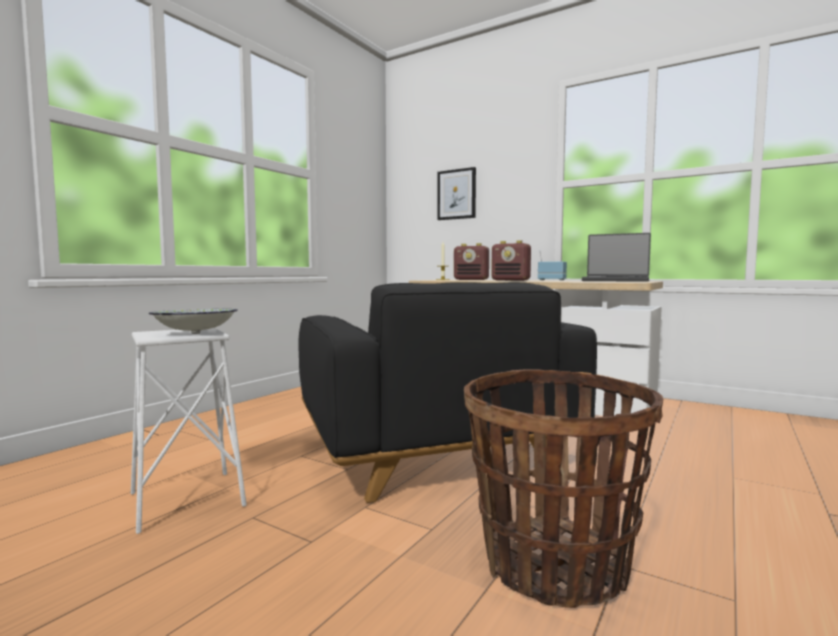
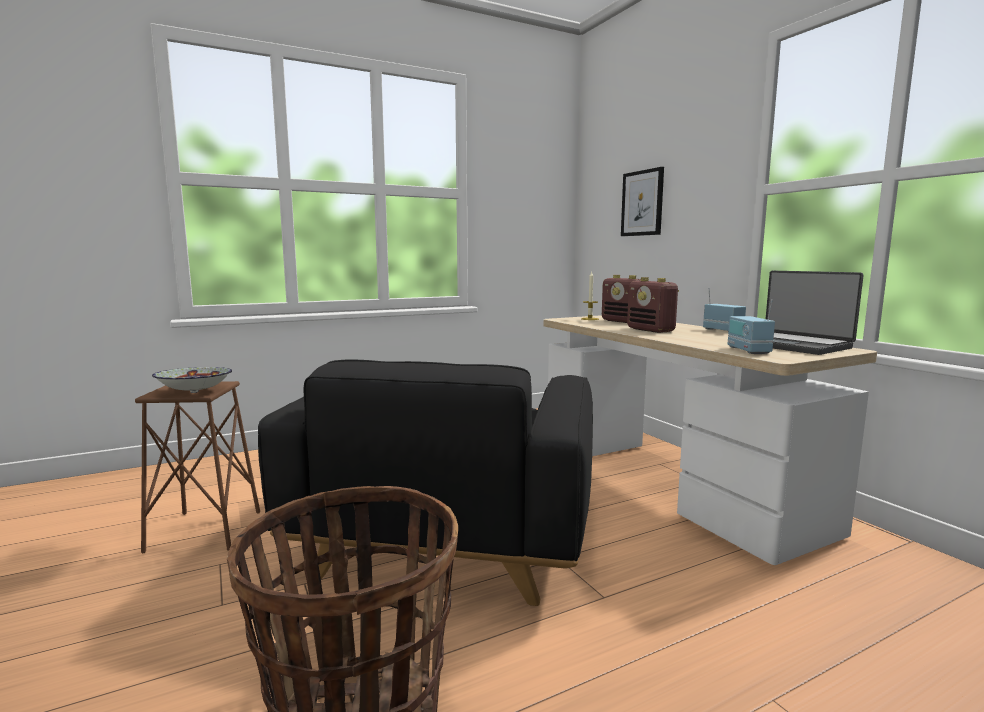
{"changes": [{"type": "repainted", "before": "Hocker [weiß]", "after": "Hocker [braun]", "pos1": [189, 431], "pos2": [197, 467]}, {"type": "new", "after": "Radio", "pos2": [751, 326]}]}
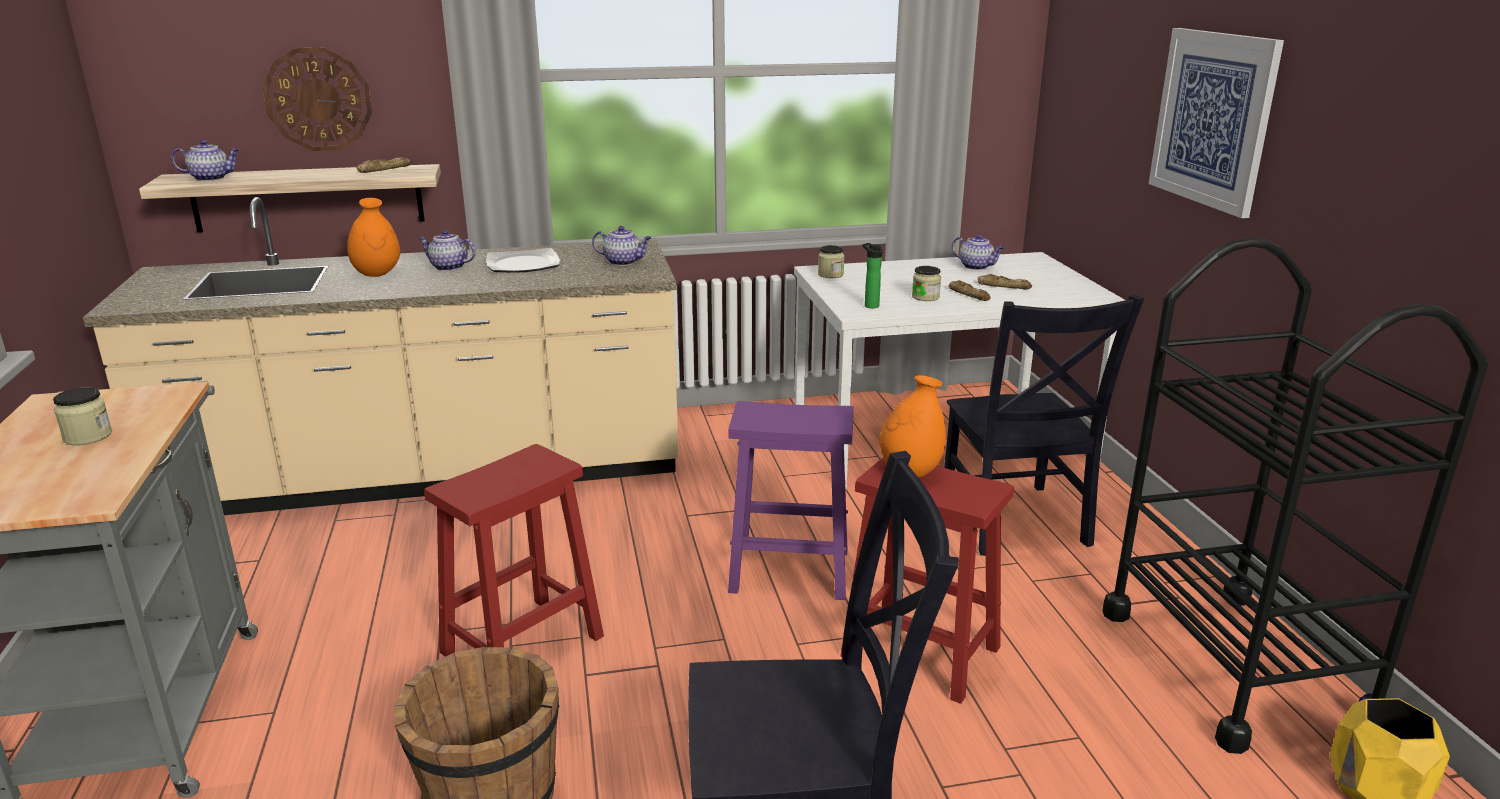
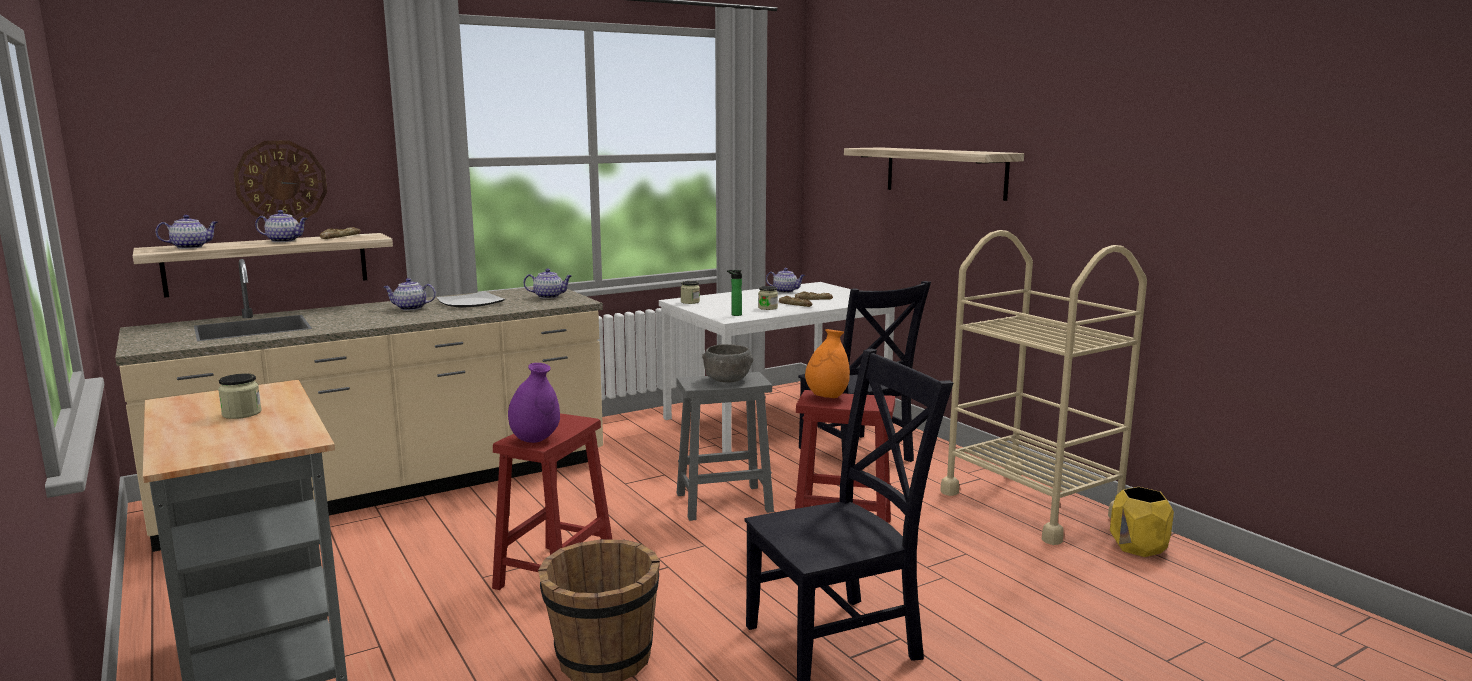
{"changes": [{"type": "swapped", "before": "Bild", "after": "Wandregal", "pos1": [1216, 123], "pos2": [934, 174]}, {"type": "gone", "before": "Vase [orange]", "pos1": [373, 237]}, {"type": "repainted", "before": "Rollwagen [schwarz]", "after": "Rollwagen [beige]", "pos1": [1295, 496], "pos2": [1043, 387]}, {"type": "repainted", "before": "Hocker [lila]", "after": "Hocker [grau]", "pos1": [791, 500], "pos2": [725, 446]}, {"type": "new", "after": "Teekanne", "pos2": [281, 226]}, {"type": "new", "after": "Schüssel [grau]", "pos2": [727, 363]}, {"type": "new", "after": "Vase [lila]", "pos2": [534, 403]}]}
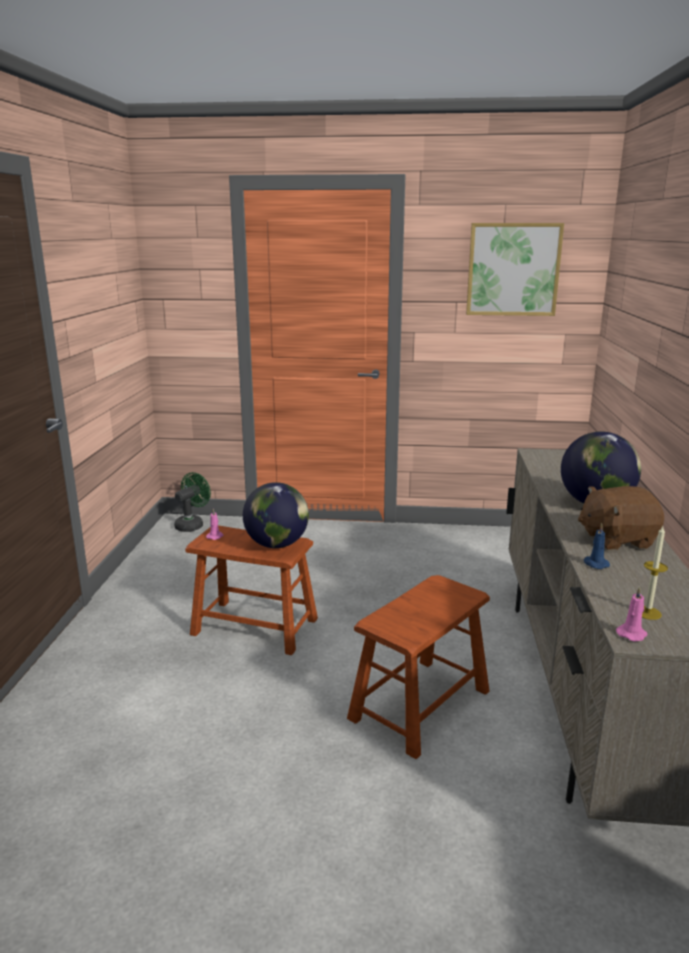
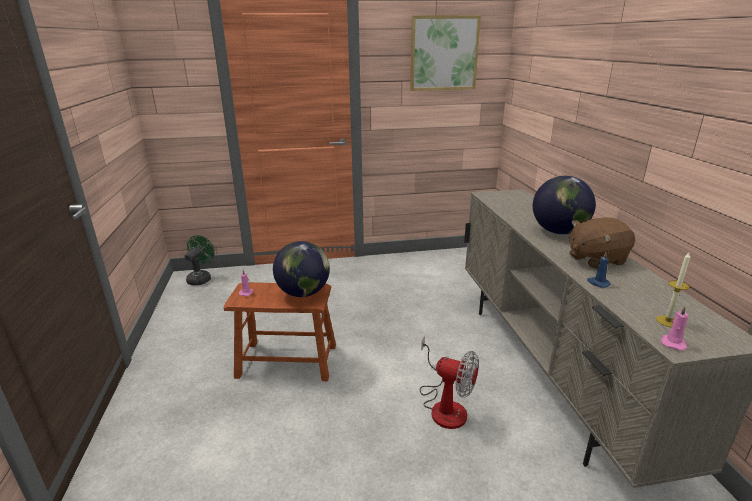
{"changes": [{"type": "swapped", "before": "Hocker [braun]", "after": "Ventilator", "pos1": [418, 667], "pos2": [449, 382]}]}
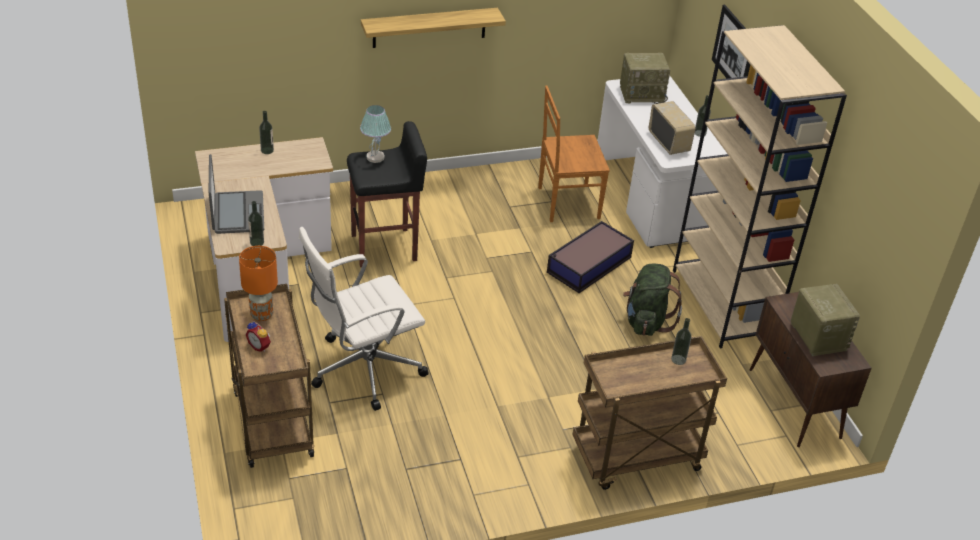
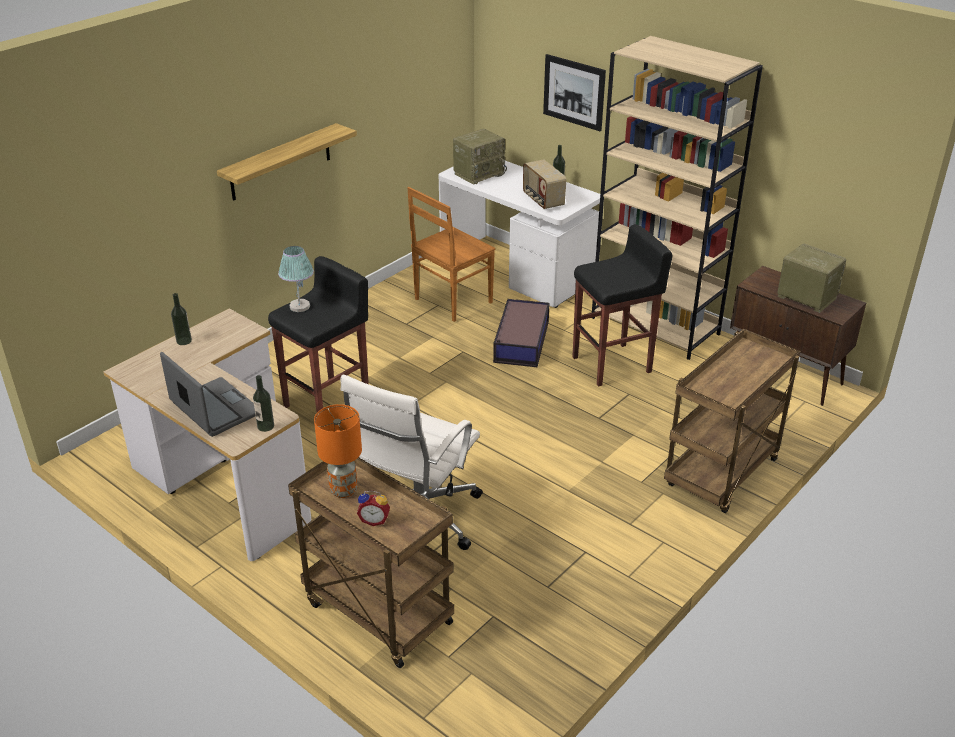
{"changes": [{"type": "rotated", "before": "Radio", "pos1": [672, 128], "pos2": [544, 184], "turn": -150}, {"type": "swapped", "before": "Rucksack [grün]", "after": "Hocker [schwarz]", "pos1": [652, 300], "pos2": [622, 305]}, {"type": "gone", "before": "Flasche", "pos1": [681, 341]}]}
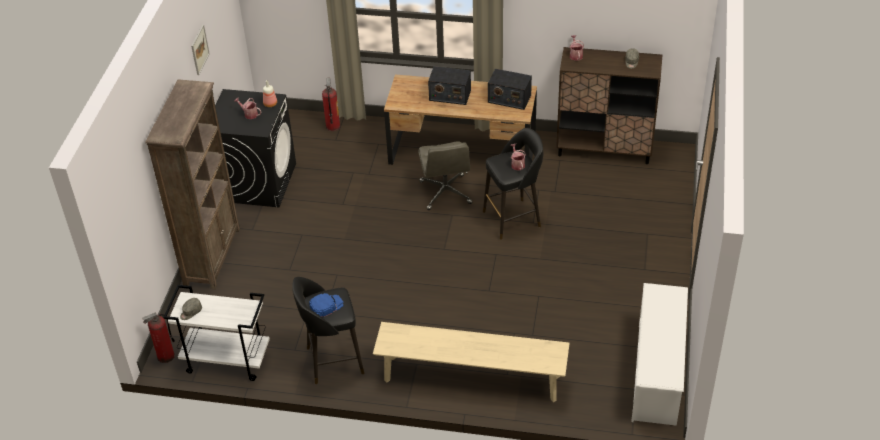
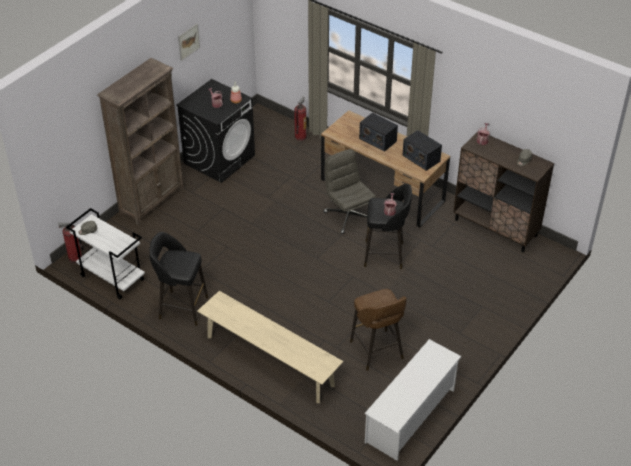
{"changes": [{"type": "rotated", "before": "Bürostuhl [grau]", "pos1": [445, 175], "pos2": [349, 191], "turn": 135}, {"type": "gone", "before": "Kappe [blau]", "pos1": [326, 305]}, {"type": "new", "after": "Hocker [braun]", "pos2": [378, 330]}]}
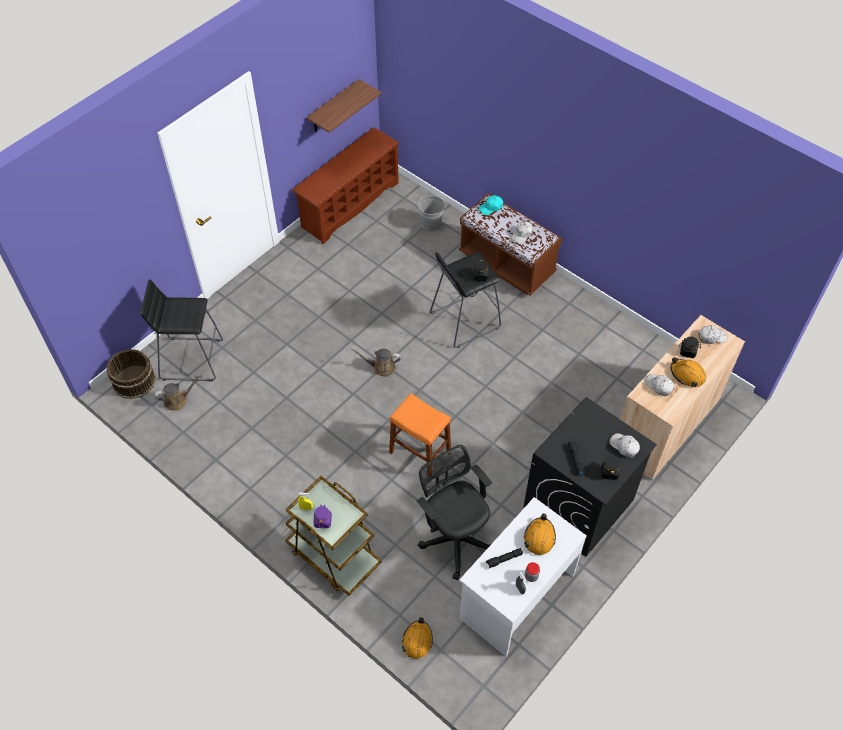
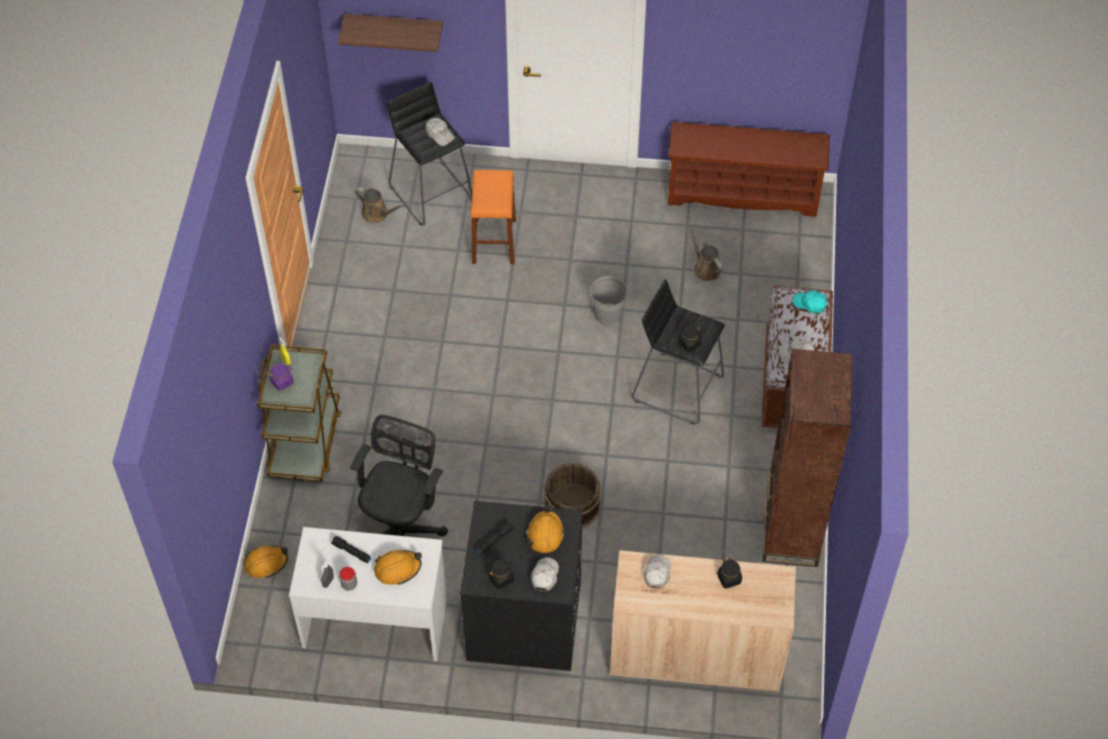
{"changes": [{"type": "shifted", "before": "Wandregal", "pos1": [343, 106], "pos2": [390, 33]}, {"type": "shifted", "before": "Eimer [grau]", "pos1": [431, 213], "pos2": [608, 299]}, {"type": "shifted", "before": "Kappe [weiß]", "pos1": [713, 334], "pos2": [440, 132]}, {"type": "shifted", "before": "Eimer [braun]", "pos1": [131, 374], "pos2": [572, 495]}, {"type": "shifted", "before": "Gießkanne [braun]", "pos1": [376, 363], "pos2": [705, 251]}, {"type": "shifted", "before": "Schutzhelm [orange]", "pos1": [688, 372], "pos2": [545, 528]}, {"type": "shifted", "before": "Hocker [orange]", "pos1": [420, 433], "pos2": [493, 217]}, {"type": "new", "after": "Bücherregal [braun]", "pos2": [807, 458]}]}
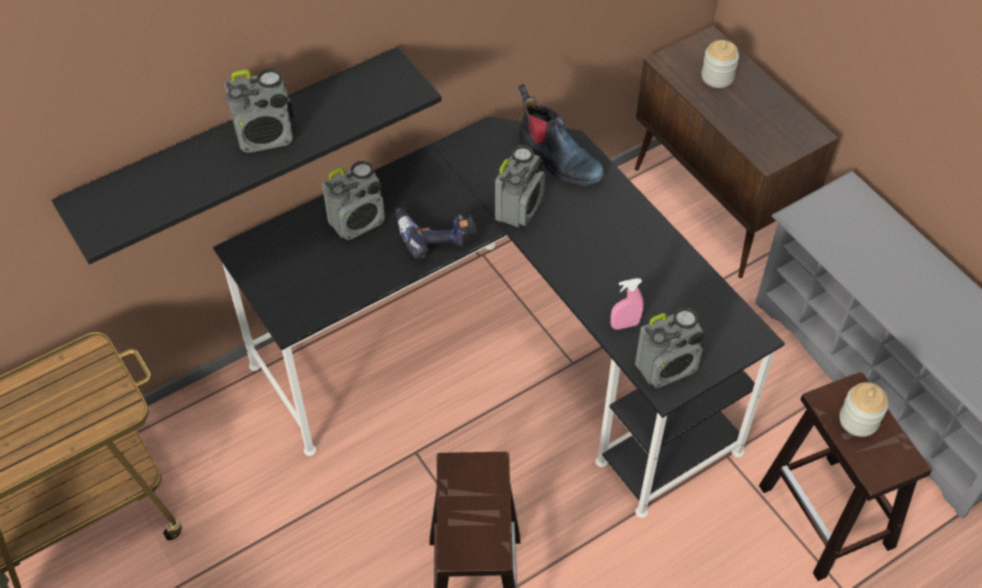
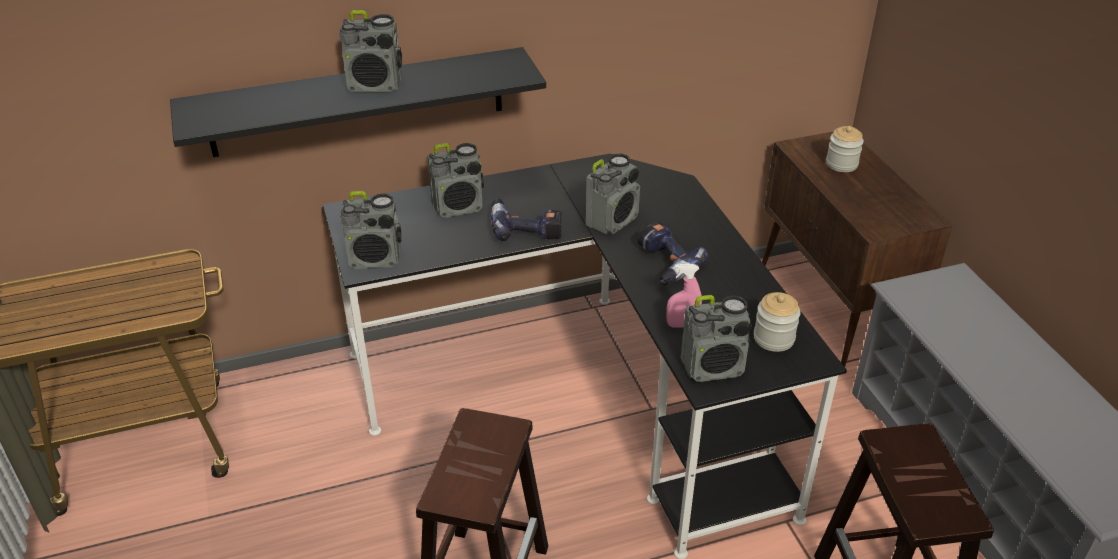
{"changes": [{"type": "gone", "before": "Stiefel", "pos1": [561, 135]}, {"type": "shifted", "before": "Vorratsglas", "pos1": [864, 409], "pos2": [777, 322]}, {"type": "new", "after": "Radio", "pos2": [370, 230]}, {"type": "new", "after": "Bohrmaschine", "pos2": [672, 253]}]}
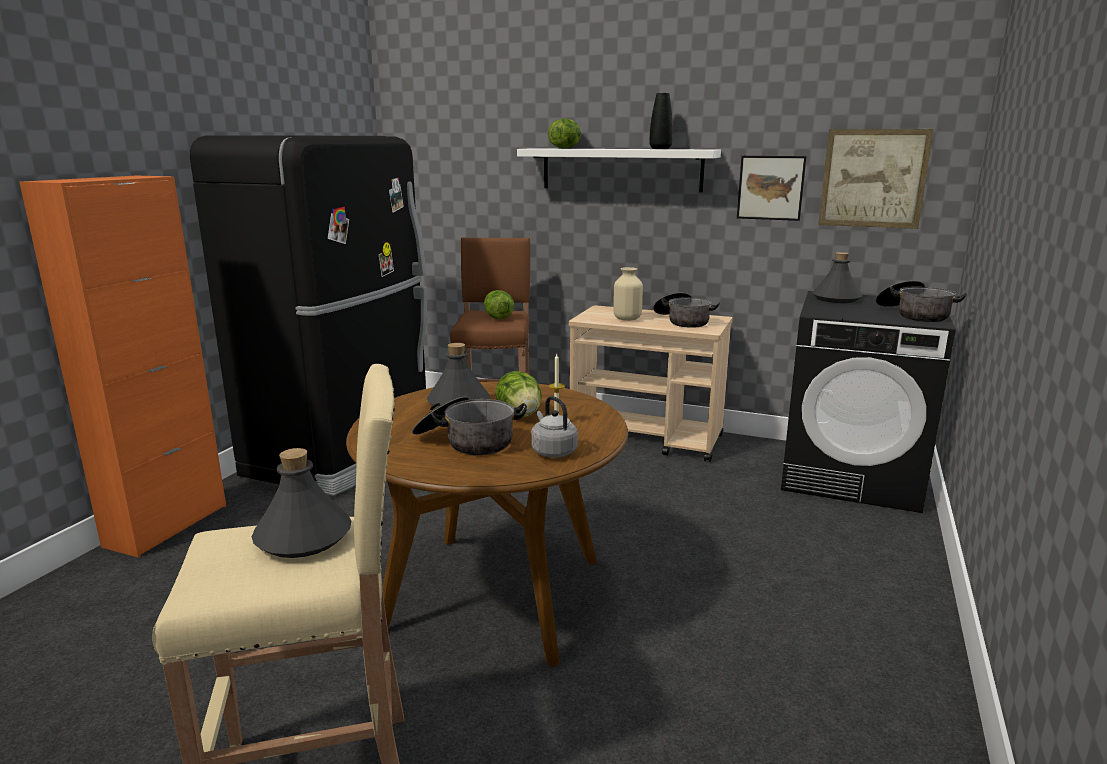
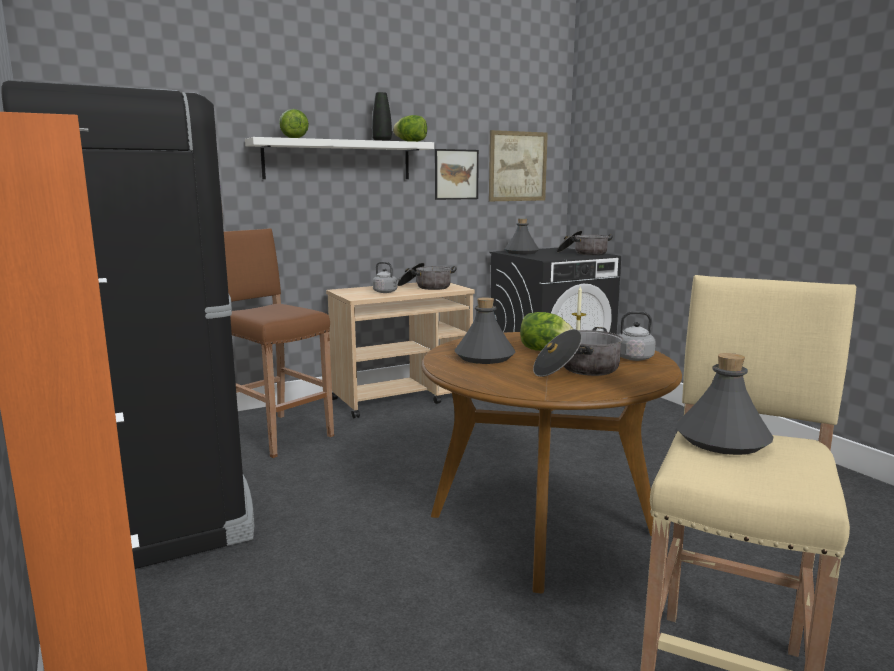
{"changes": [{"type": "swapped", "before": "Vase [beige]", "after": "Wasserkessel [grau]", "pos1": [628, 294], "pos2": [387, 277]}, {"type": "shifted", "before": "Salatkopf", "pos1": [499, 304], "pos2": [410, 128]}]}
